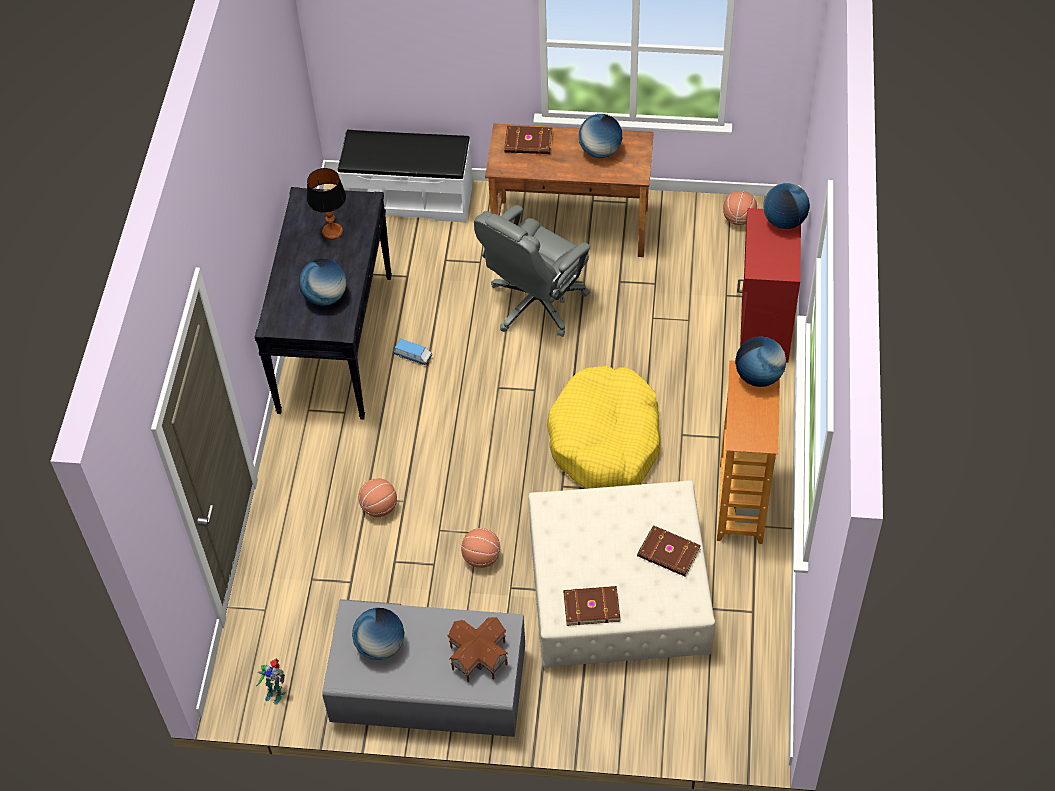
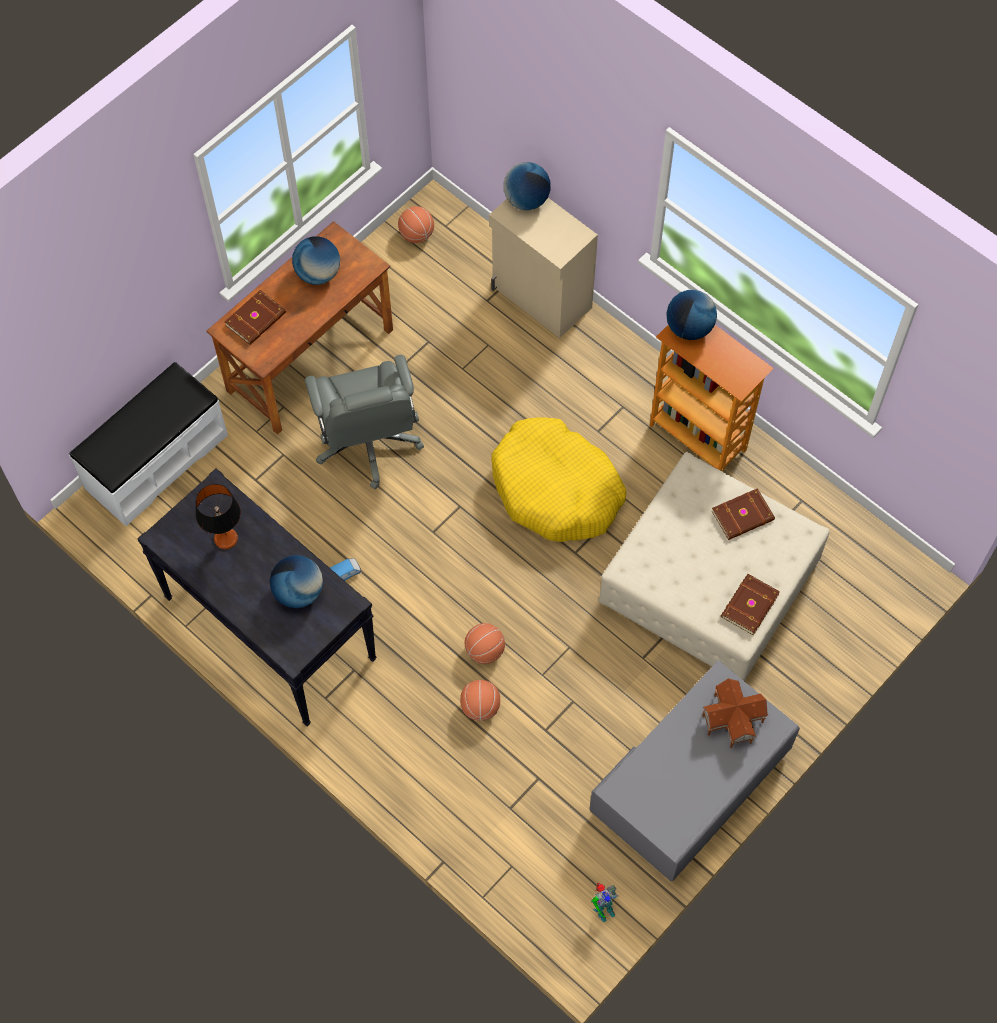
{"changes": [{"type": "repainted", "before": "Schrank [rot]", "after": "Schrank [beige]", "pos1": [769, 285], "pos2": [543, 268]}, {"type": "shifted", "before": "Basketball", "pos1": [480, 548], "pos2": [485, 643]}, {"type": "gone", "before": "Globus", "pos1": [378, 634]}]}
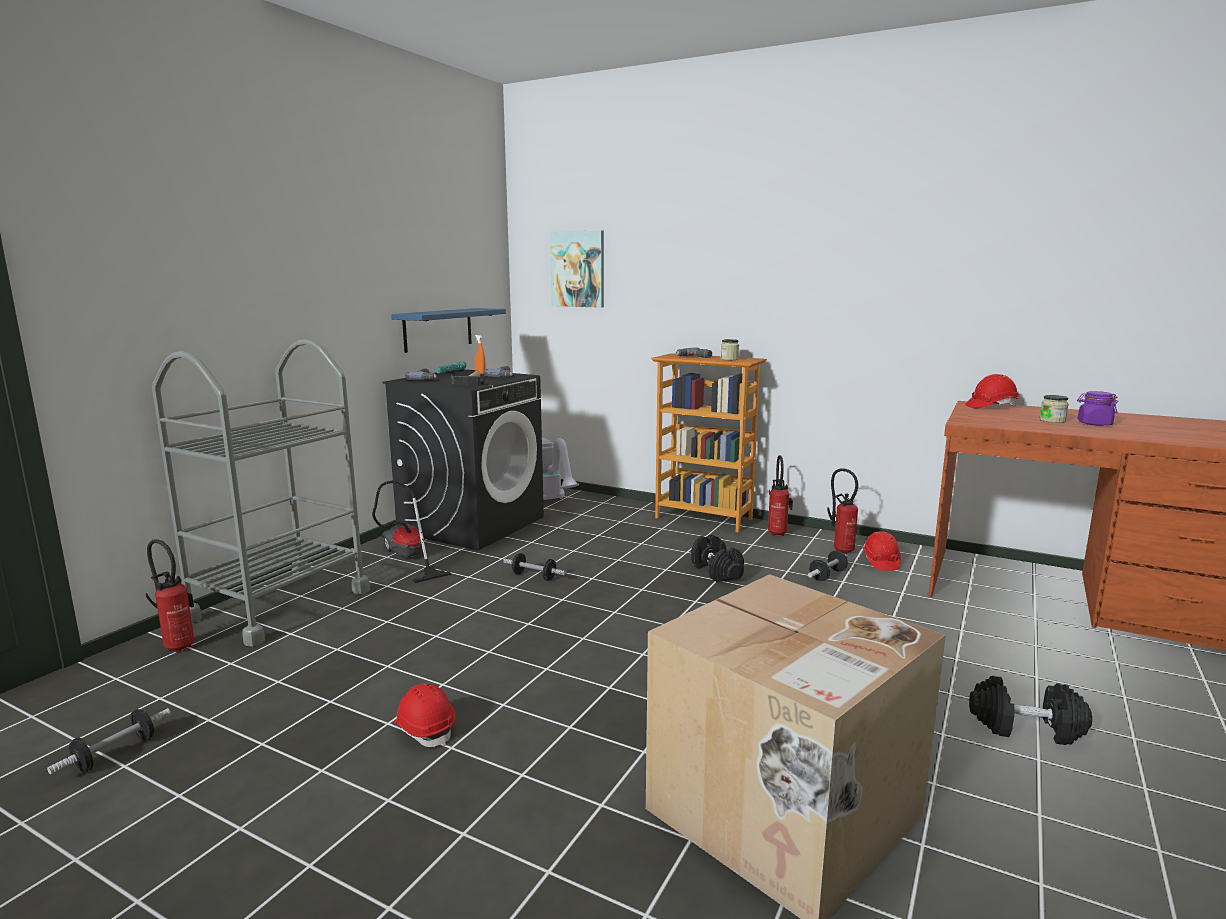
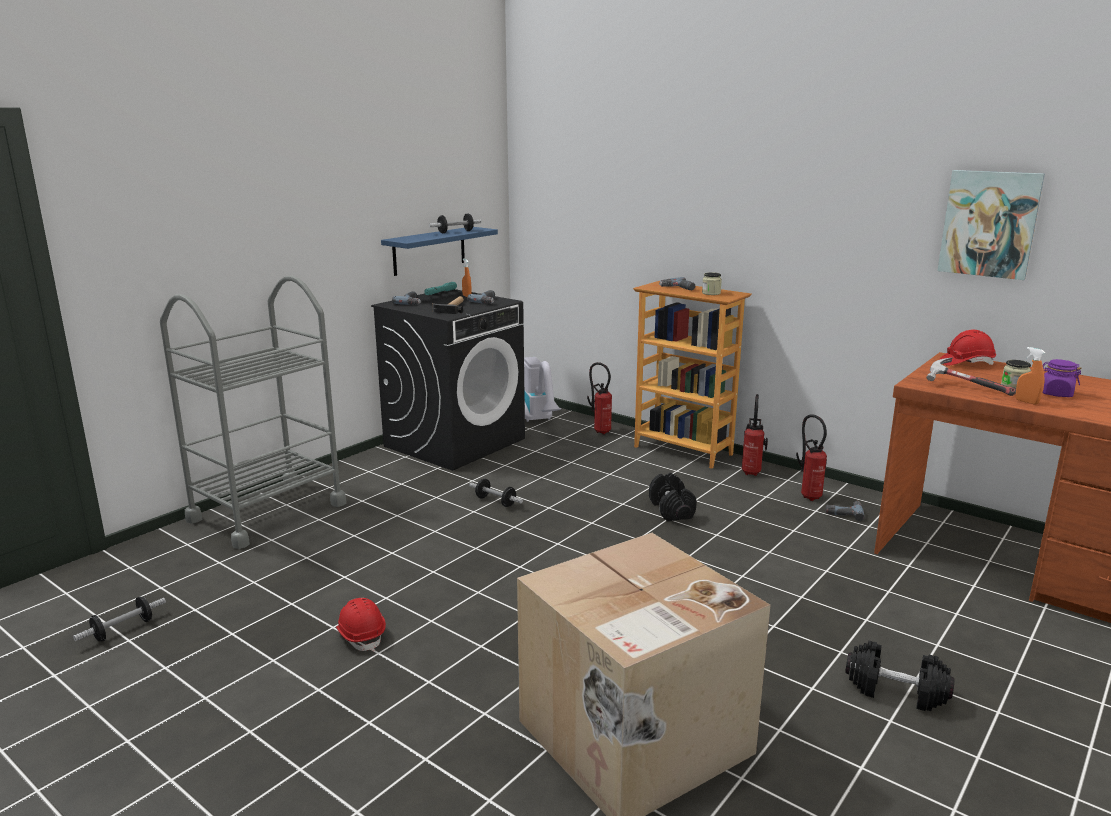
{"changes": [{"type": "shifted", "before": "Bild", "pos1": [577, 269], "pos2": [991, 225]}, {"type": "gone", "before": "Staubsauger", "pos1": [412, 531]}, {"type": "swapped", "before": "Schutzhelm [rot]", "after": "Bohrmaschine", "pos1": [882, 551], "pos2": [845, 511]}, {"type": "shifted", "before": "Feuerlöscher", "pos1": [170, 596], "pos2": [599, 398]}, {"type": "shifted", "before": "Hantel", "pos1": [828, 565], "pos2": [455, 223]}, {"type": "new", "after": "Sprühflasche [orange]", "pos2": [1030, 376]}, {"type": "new", "after": "Hammer", "pos2": [971, 377]}]}
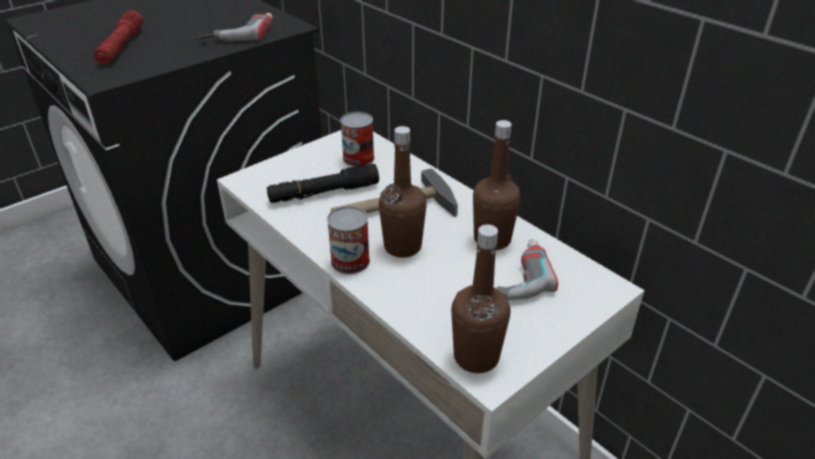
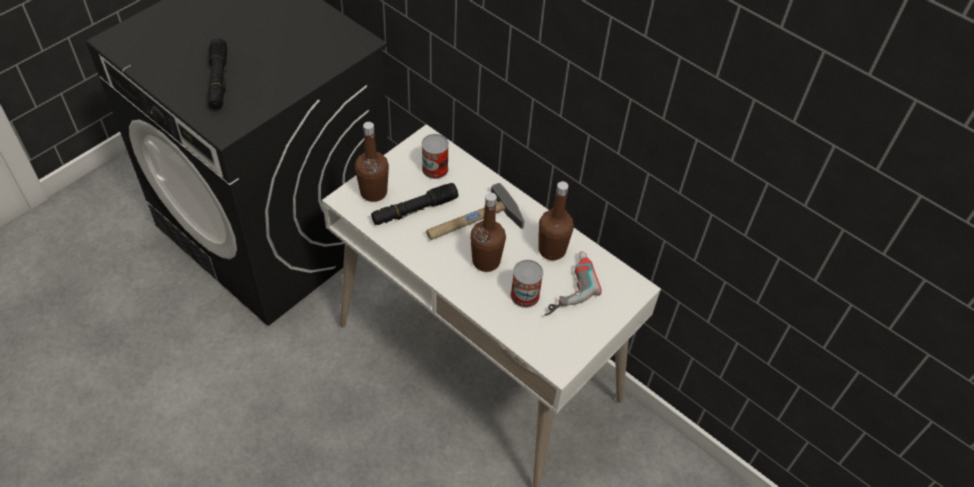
{"changes": [{"type": "repainted", "before": "Taschenlampe [rot]", "after": "Taschenlampe [schwarz]", "pos1": [118, 37], "pos2": [217, 74]}, {"type": "gone", "before": "Bohrmaschine", "pos1": [232, 27]}, {"type": "shifted", "before": "Dose", "pos1": [348, 240], "pos2": [527, 284]}, {"type": "shifted", "before": "Flasche [braun]", "pos1": [481, 299], "pos2": [372, 162]}]}
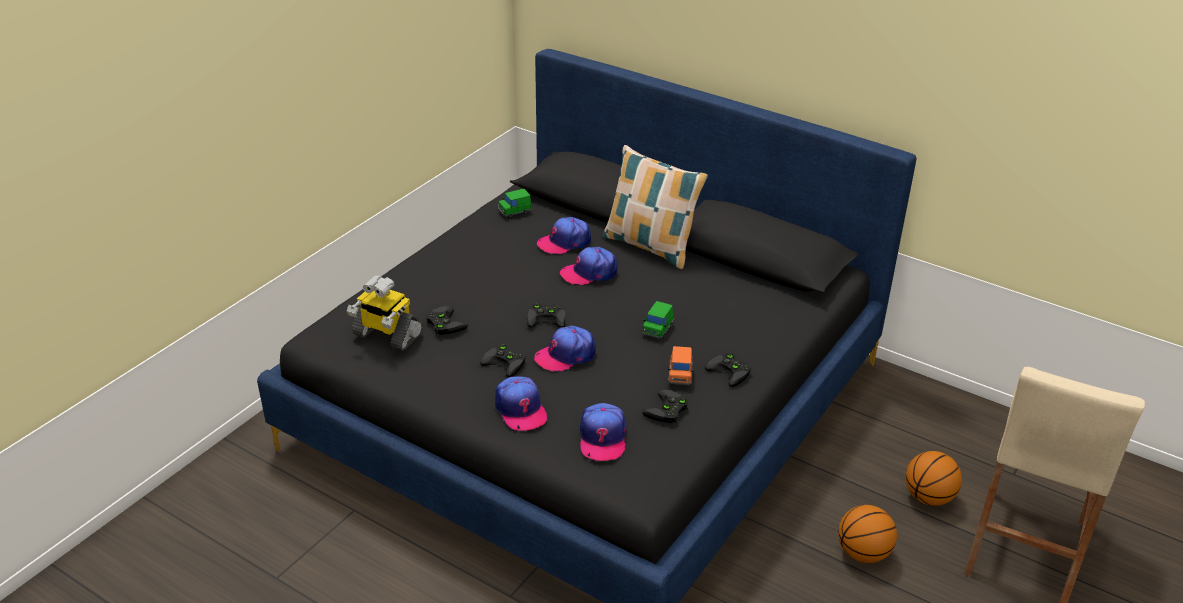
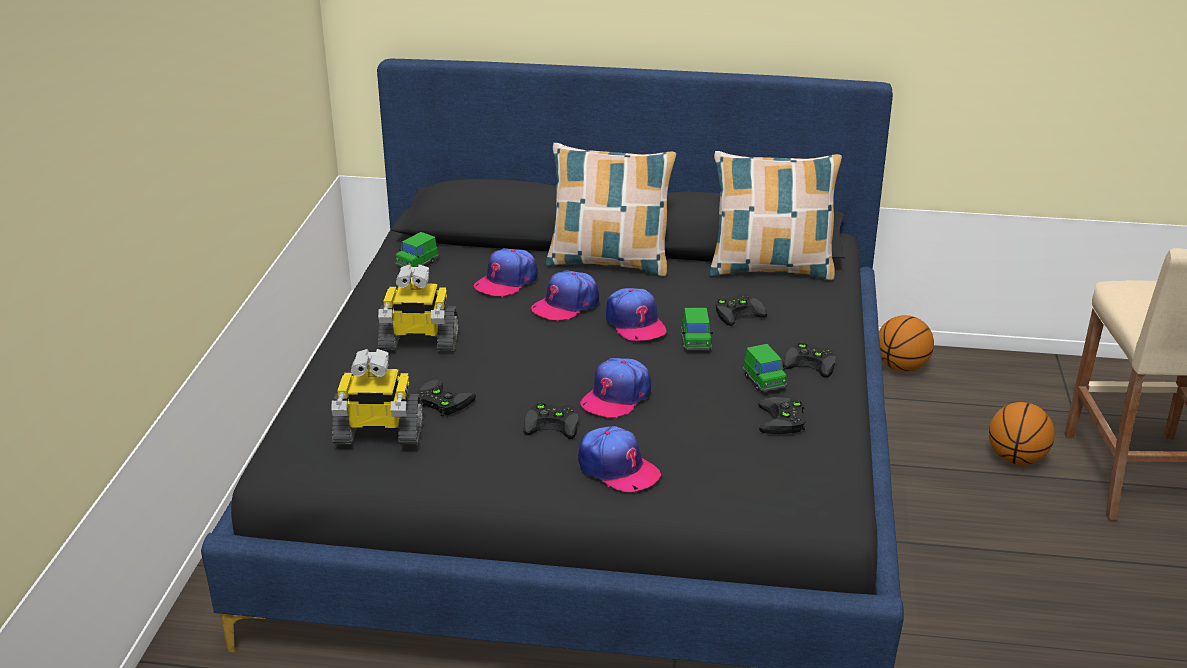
{"changes": [{"type": "shifted", "before": "Gamepad [schwarz]", "pos1": [546, 315], "pos2": [741, 310]}, {"type": "repainted", "before": "Spielzeugauto [orange]", "after": "Spielzeugauto [grün]", "pos1": [681, 365], "pos2": [765, 367]}, {"type": "shifted", "before": "Kappe", "pos1": [603, 432], "pos2": [636, 314]}, {"type": "shifted", "before": "Basketball", "pos1": [867, 534], "pos2": [906, 343]}, {"type": "new", "after": "Kissen", "pos2": [775, 215]}, {"type": "new", "after": "Spielzeugroboter", "pos2": [418, 308]}]}
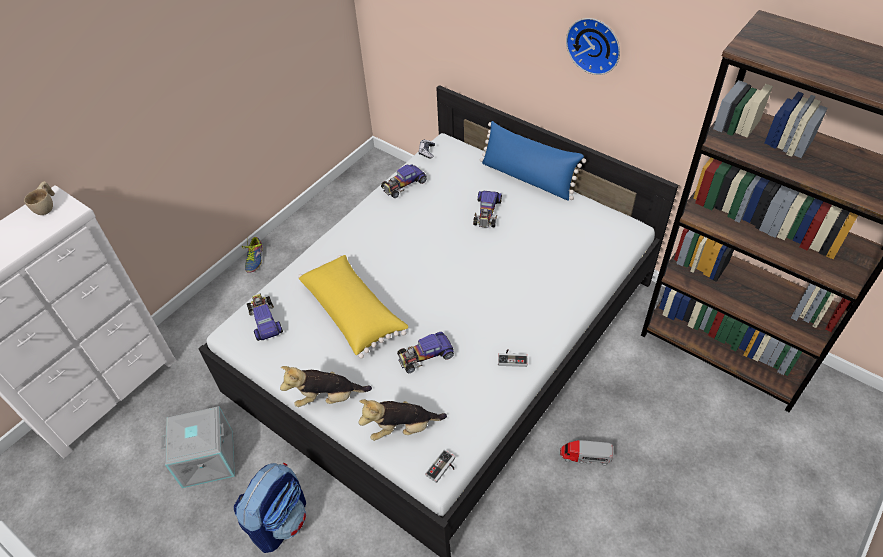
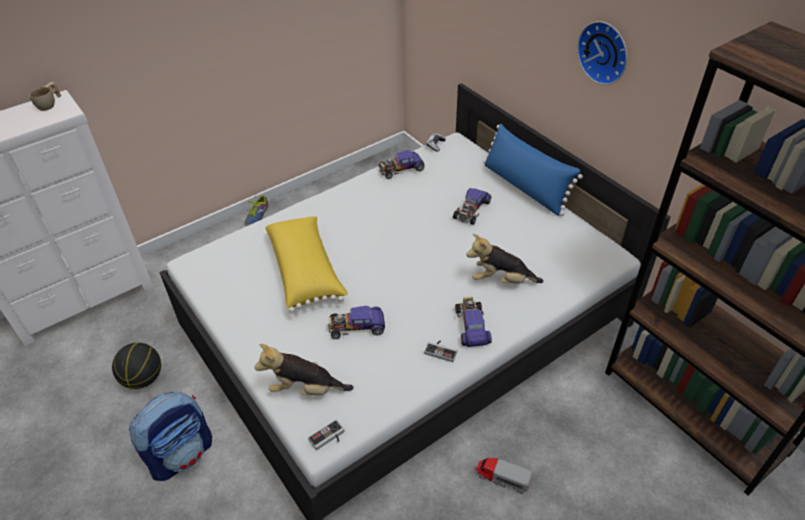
{"changes": [{"type": "shifted", "before": "Spielzeugauto", "pos1": [265, 317], "pos2": [473, 322]}, {"type": "shifted", "before": "Plüschtier", "pos1": [326, 386], "pos2": [504, 259]}, {"type": "swapped", "before": "Aufbewahrungsbox [grau]", "after": "Basketball", "pos1": [198, 447], "pos2": [136, 366]}]}
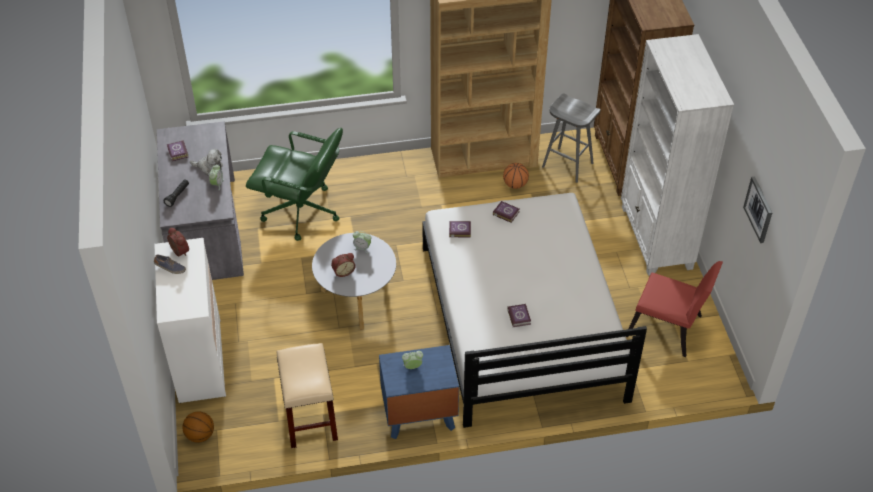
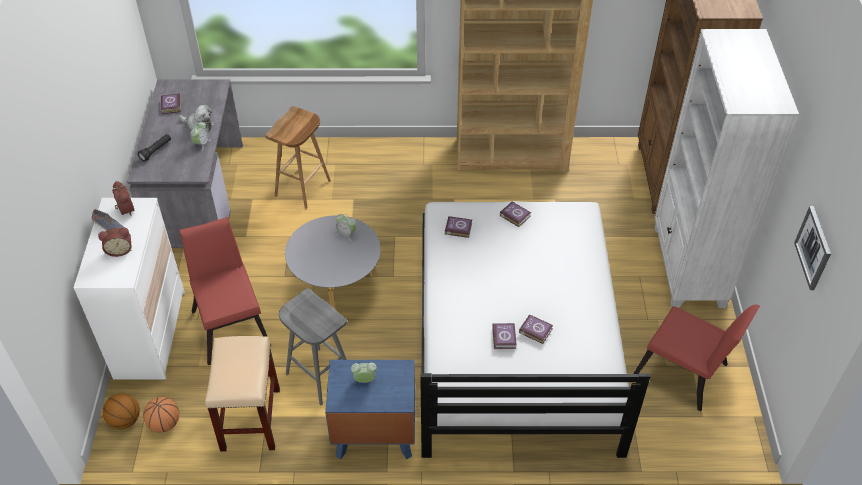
{"changes": [{"type": "shifted", "before": "Hocker [grau]", "pos1": [571, 138], "pos2": [313, 347]}, {"type": "swapped", "before": "Bürostuhl [grün]", "after": "Hocker [braun]", "pos1": [294, 184], "pos2": [298, 157]}, {"type": "shifted", "before": "Basketball", "pos1": [516, 176], "pos2": [161, 415]}, {"type": "shifted", "before": "Wecker", "pos1": [343, 265], "pos2": [115, 242]}, {"type": "new", "after": "Stuhl [rot]", "pos2": [225, 291]}, {"type": "new", "after": "Buch", "pos2": [536, 329]}]}
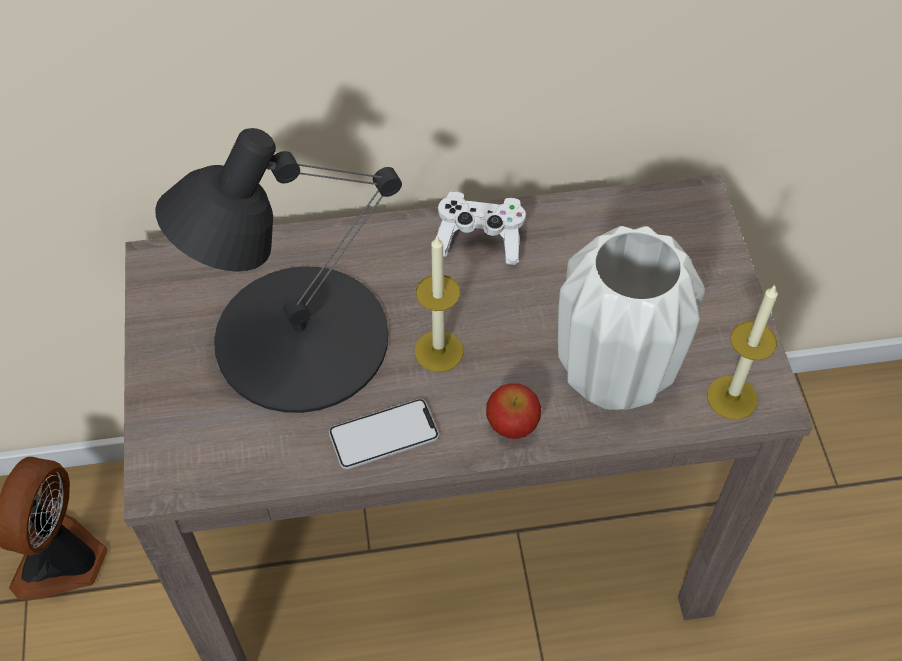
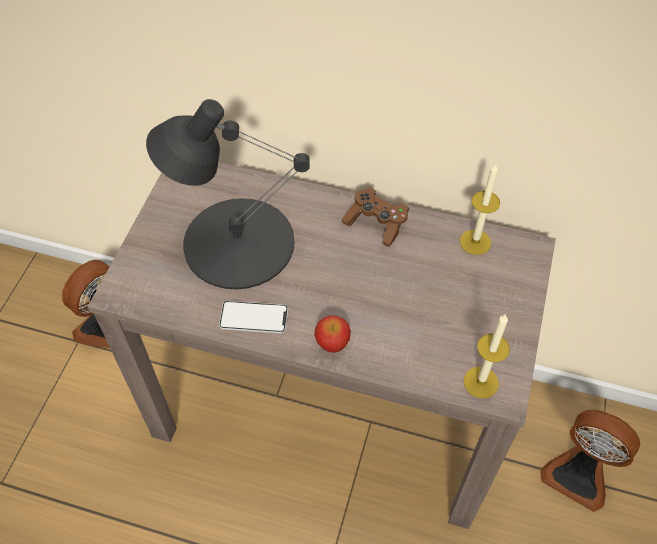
{"changes": [{"type": "repainted", "before": "Gamepad [weiß]", "after": "Gamepad [braun]", "pos1": [481, 228], "pos2": [375, 217]}, {"type": "gone", "before": "Vase [weiß]", "pos1": [631, 318]}, {"type": "shifted", "before": "Kerze", "pos1": [438, 304], "pos2": [480, 209]}, {"type": "new", "after": "Ventilator", "pos2": [590, 461]}]}
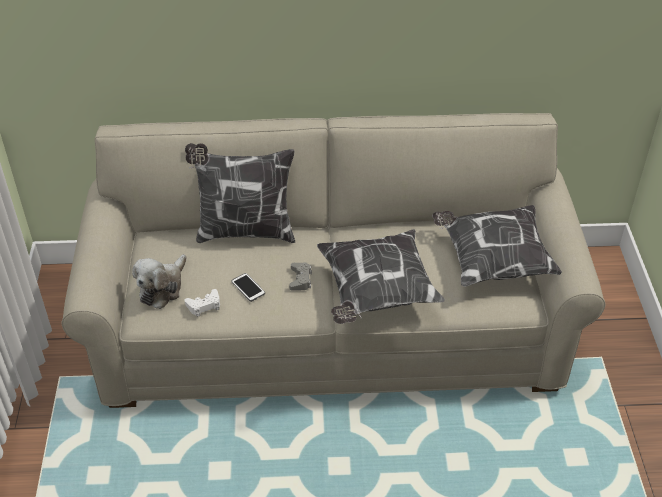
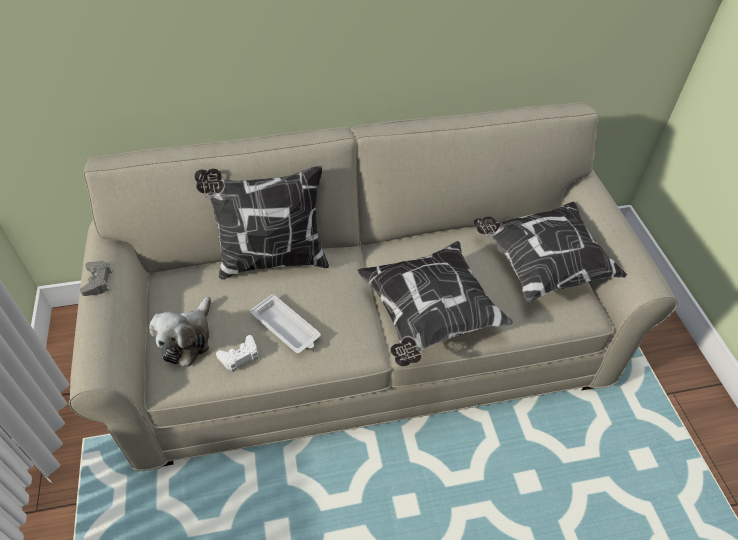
{"changes": [{"type": "shifted", "before": "Gamepad [grau]", "pos1": [300, 276], "pos2": [96, 278]}, {"type": "swapped", "before": "Handy", "after": "Tablett [weiß]", "pos1": [248, 287], "pos2": [285, 324]}]}
